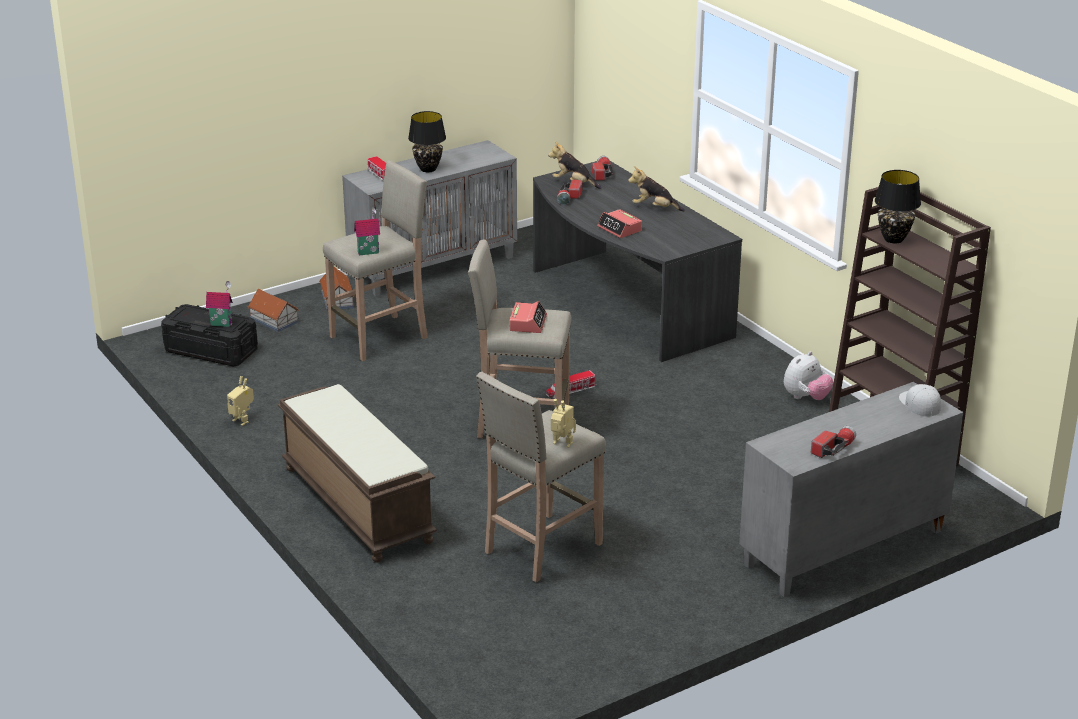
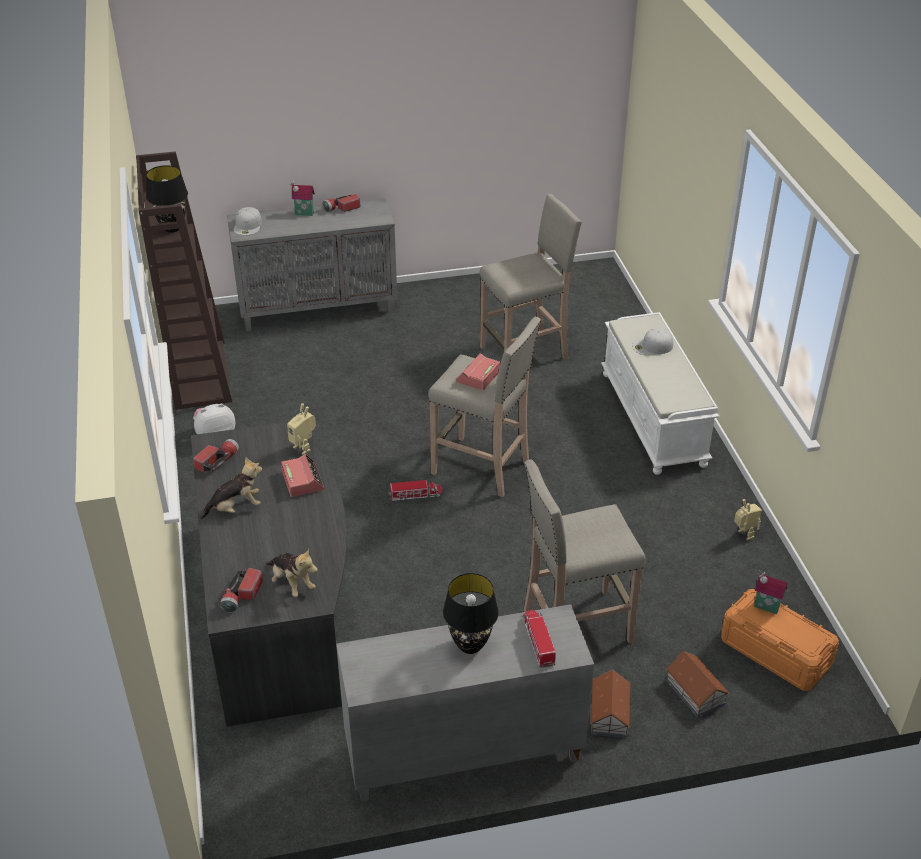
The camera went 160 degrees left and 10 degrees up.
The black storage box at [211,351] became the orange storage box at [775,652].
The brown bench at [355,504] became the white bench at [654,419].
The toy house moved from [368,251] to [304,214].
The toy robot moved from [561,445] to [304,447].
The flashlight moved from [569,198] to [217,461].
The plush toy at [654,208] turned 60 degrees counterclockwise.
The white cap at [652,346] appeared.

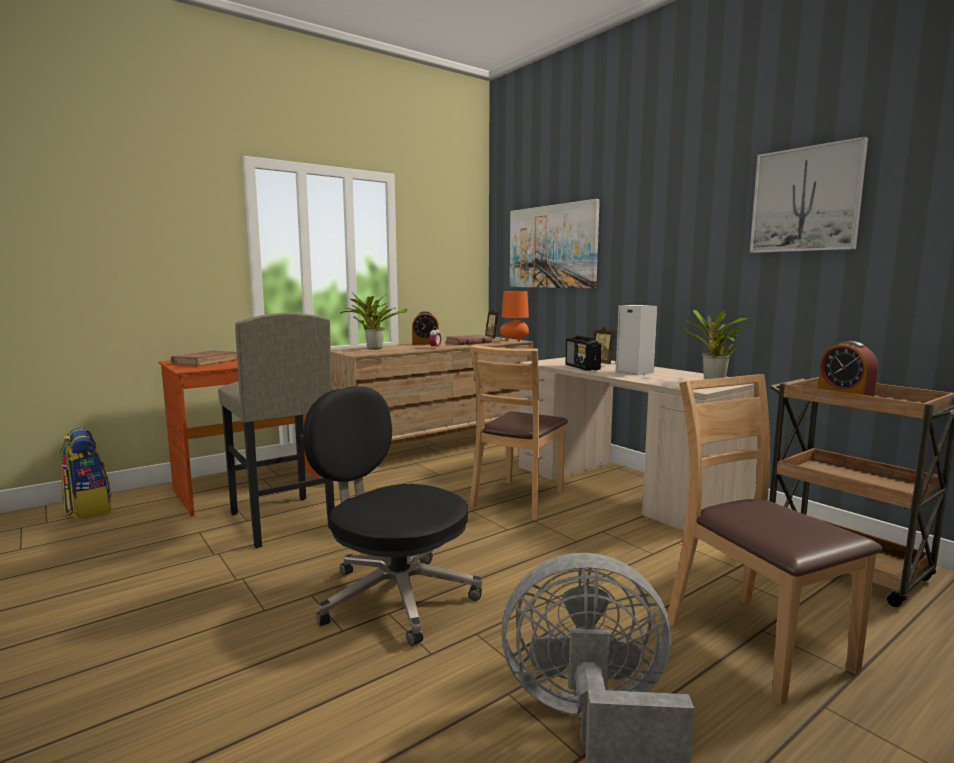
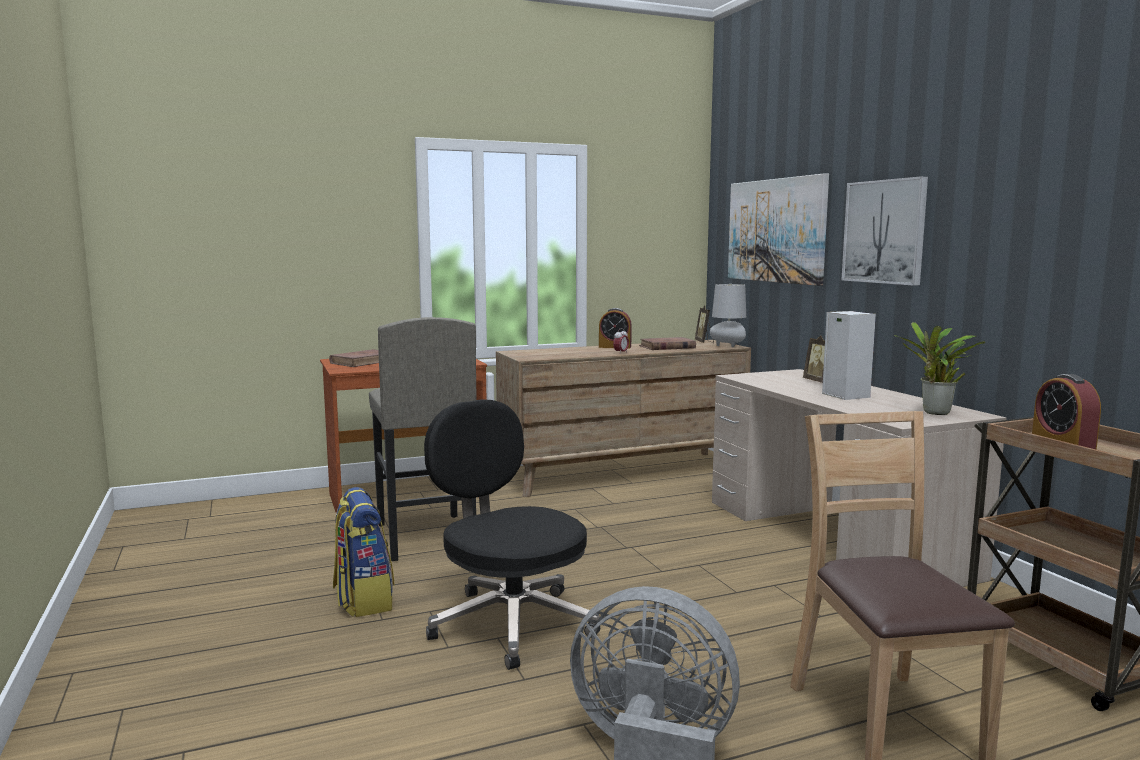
The camera went 15 degrees right and 0 degrees up.
The backpack moved from [88,509] to [363,600].
The potted plant at [373,348] disappeared.
The brown chair at [518,499] disappeared.
The orange table lamp at [514,341] became the grey table lamp at [728,346].
The radio at [582,367] disappeared.
The picture moved from [806,200] to [884,231].

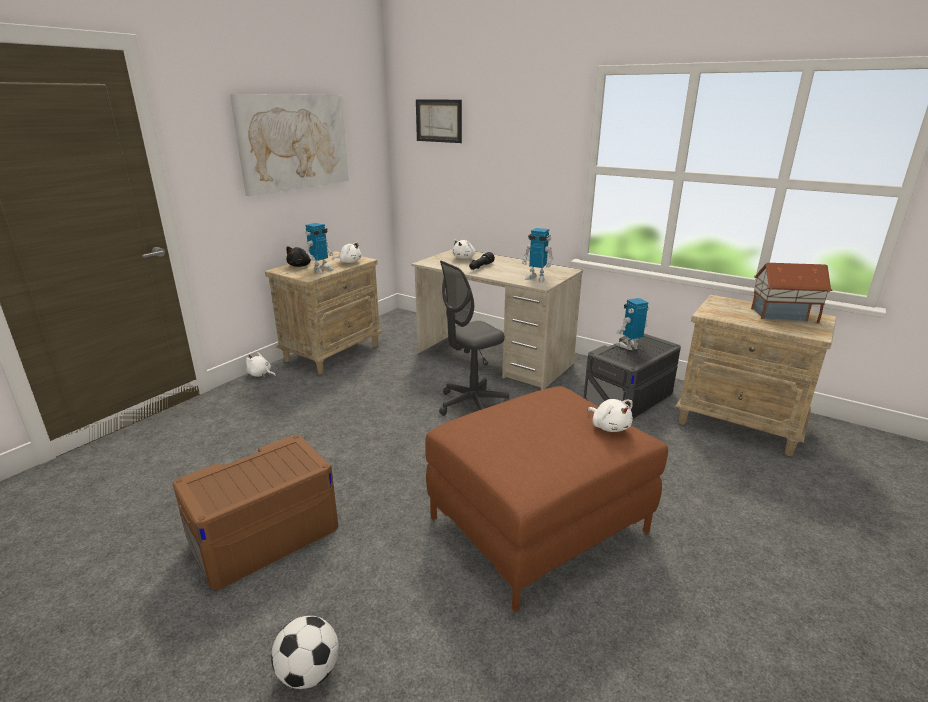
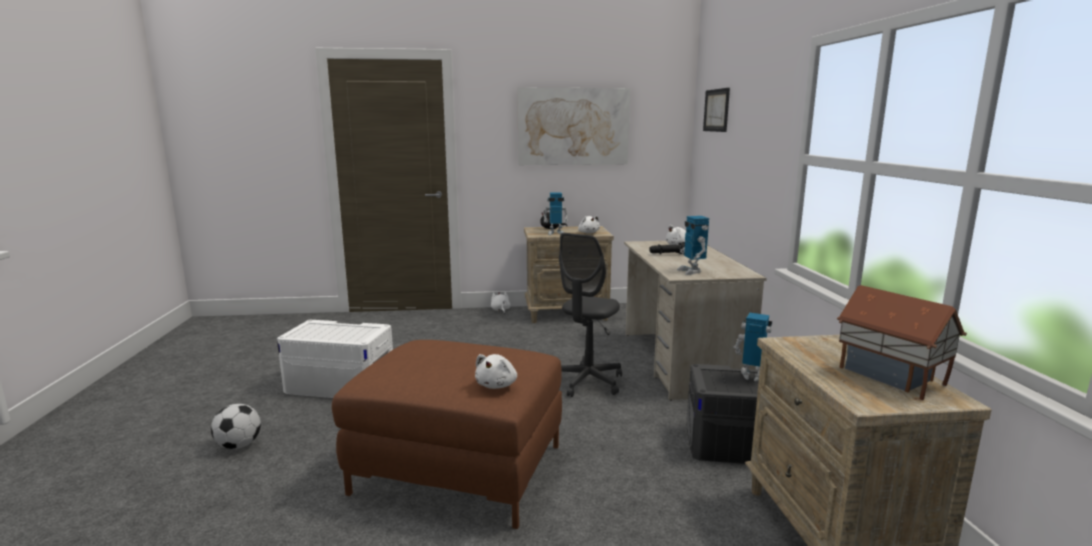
The camera went 50 degrees right and 10 degrees down.
The brown storage box at [265,536] became the white storage box at [340,384].
The grey office chair at [472,404] turned 75 degrees counterclockwise.

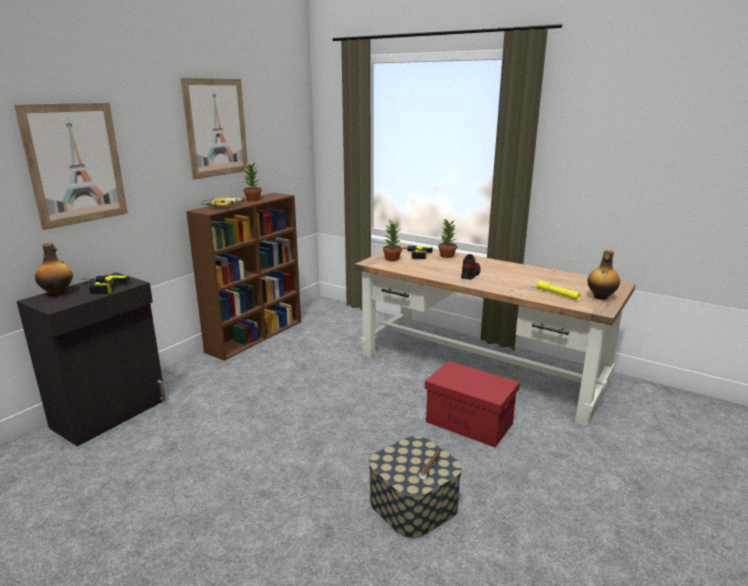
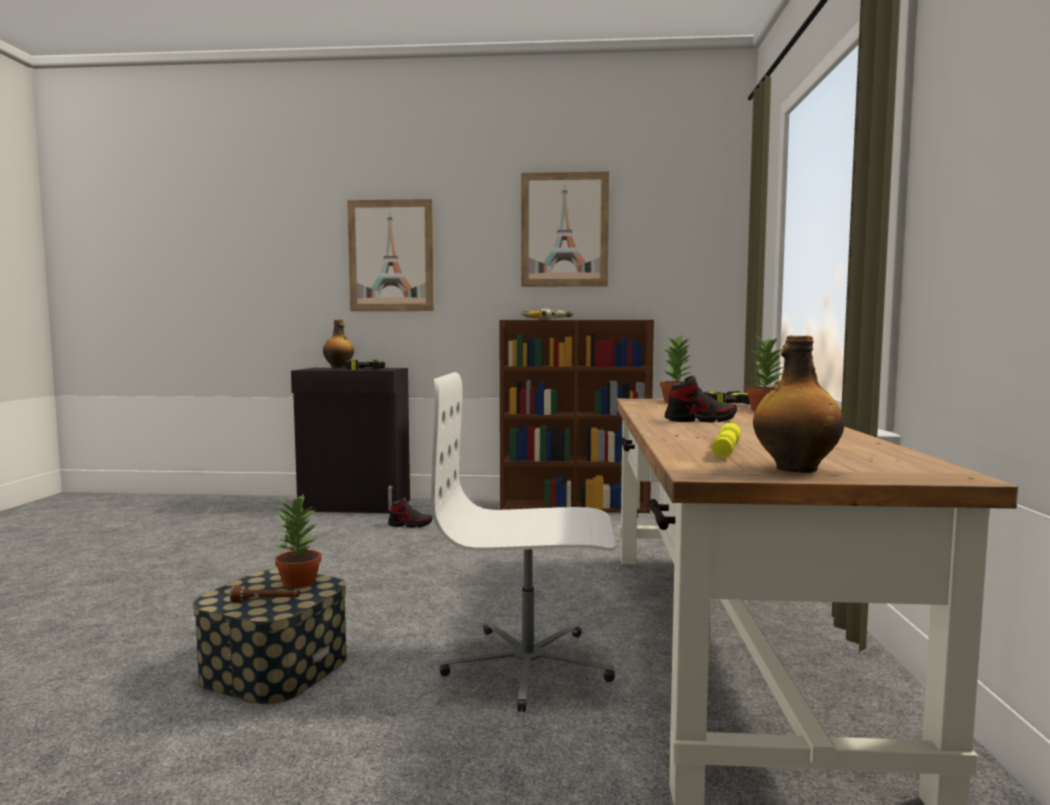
The camera went 60 degrees right and 15 degrees down.
The potted plant moved from [253,199] to [298,583].
The red storage box at [468,422] was replaced by the white office chair at [528,665].
The shoe at [410,525] appeared.

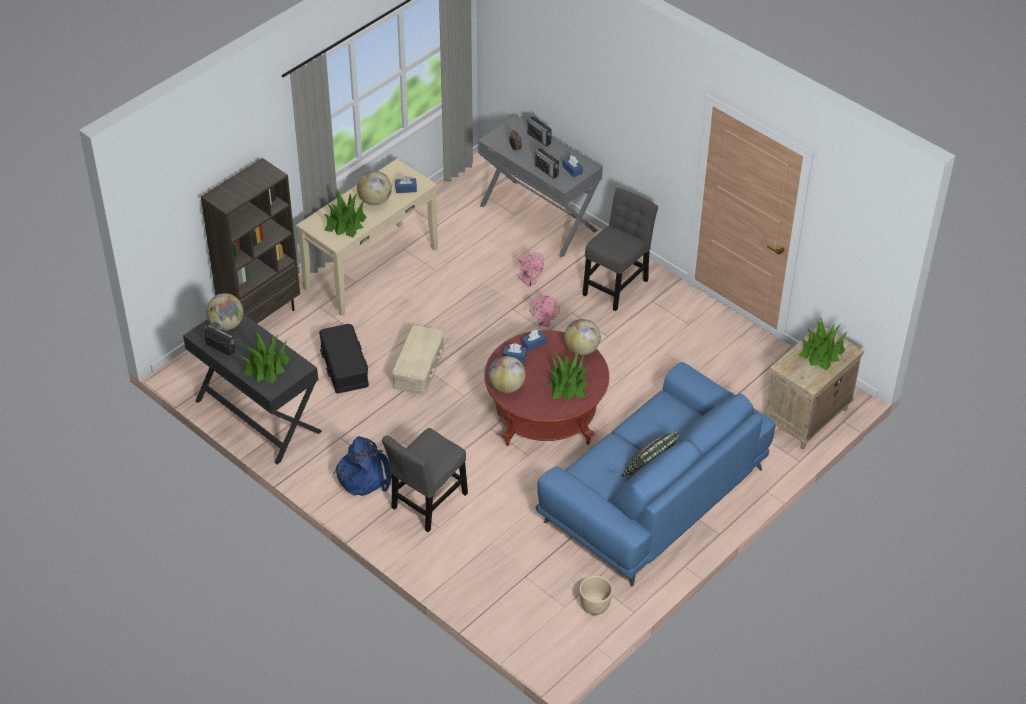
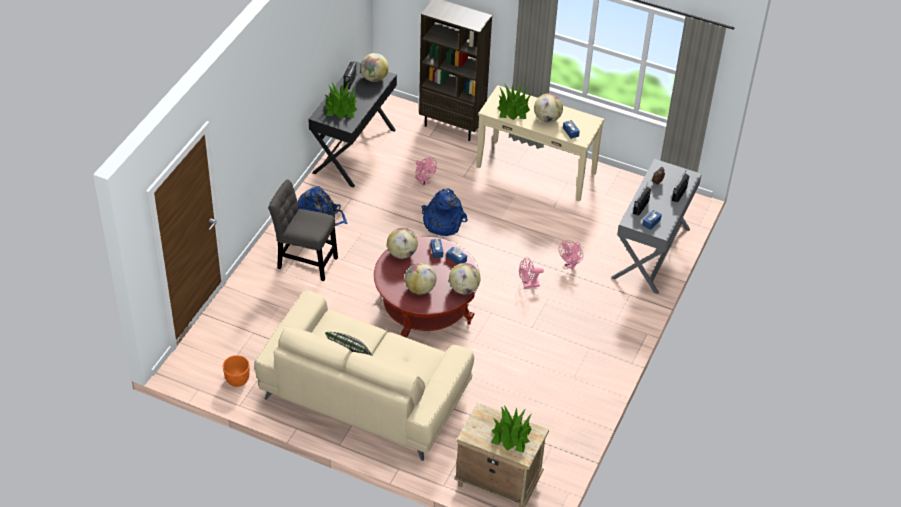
The camera went 70 degrees right and 0 degrees up.
The black storage box at [343,366] was replaced by the pink fan at [424,181].
The beige storage box at [418,367] was replaced by the blue backpack at [442,222].
The blue sofa at [653,495] became the beige sofa at [365,393].
The potted plant at [567,384] was replaced by the globe at [420,289].
The beige planter at [595,606] became the orange planter at [237,380].
The grey chair at [617,285] disappeared.

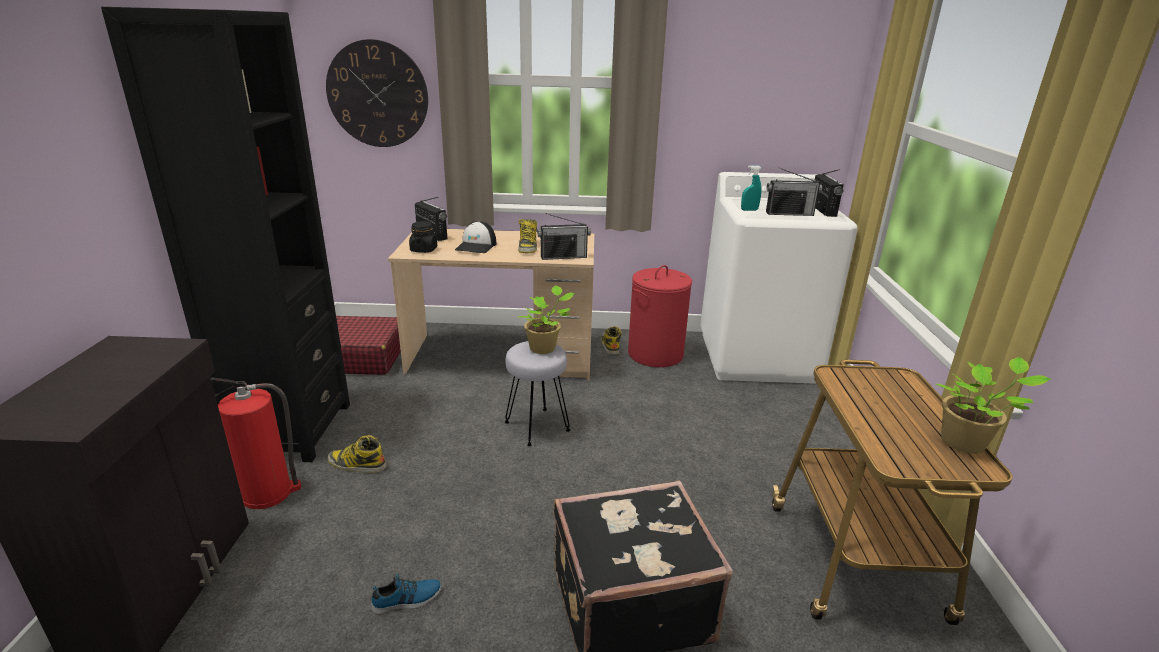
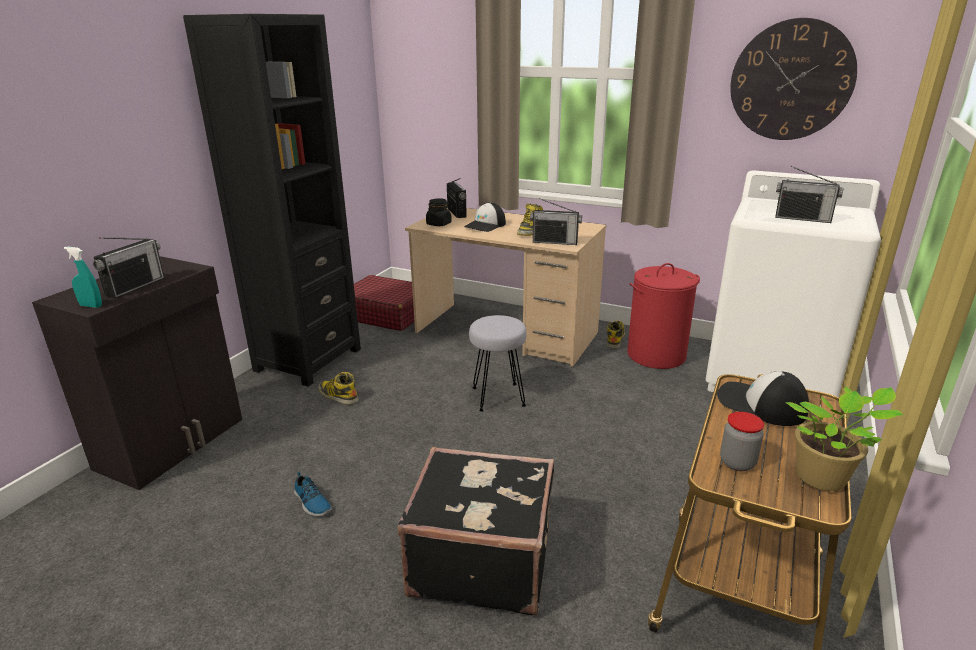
The camera went 25 degrees right and 0 degrees up.
The fire extinguisher at [269,493] disappeared.
The wall clock moved from [377,94] to [791,80].
The shoe at [407,600] turned 45 degrees clockwise.
The potted plant at [544,348] disappeared.
The turquoise spray bottle moved from [749,210] to [91,306].
The radio moved from [823,210] to [135,286].
The cap at [760,404] appeared.
The jar at [737,463] appeared.

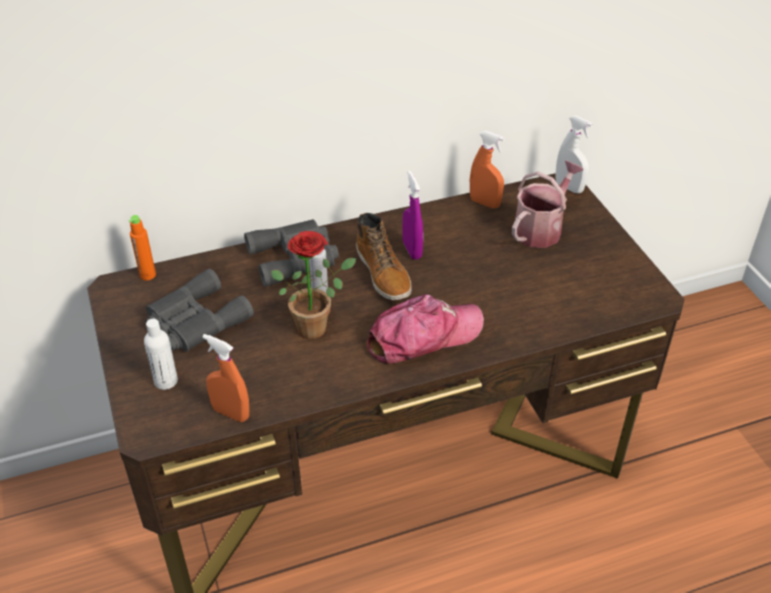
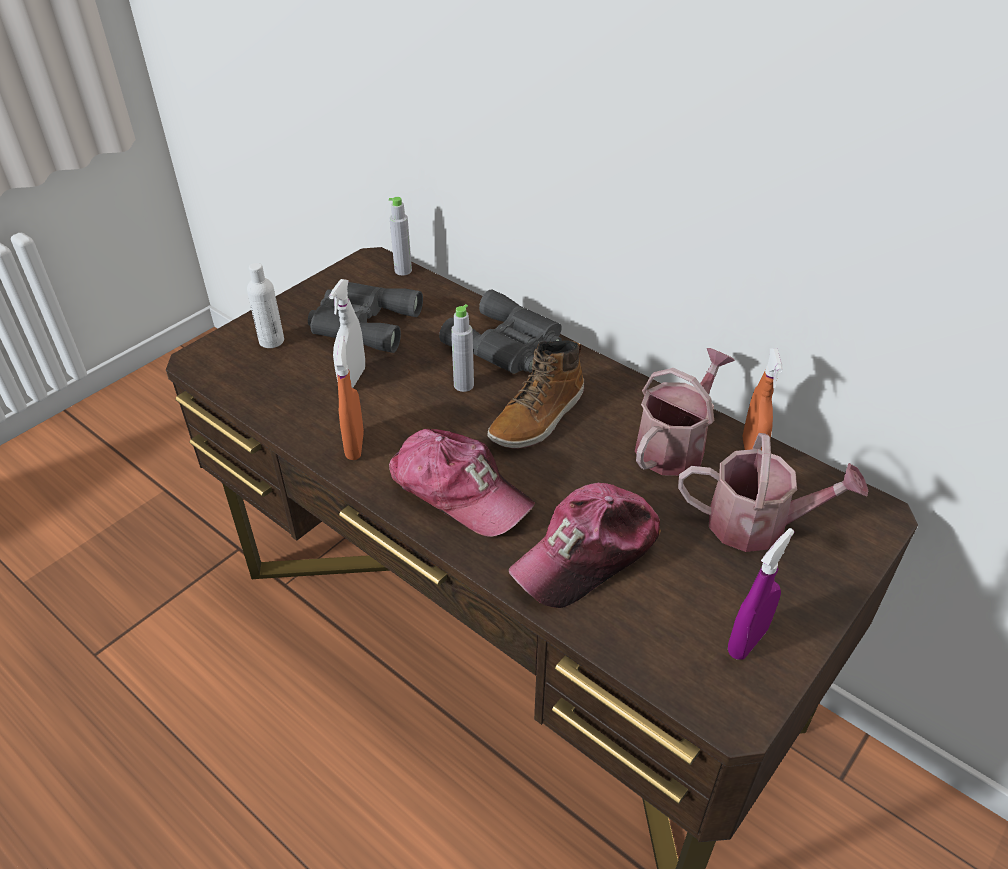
The camera went 60 degrees right and 0 degrees up.
The orange bottle at [147,275] became the grey bottle at [403,270].
The orange spray bottle moved from [231,413] to [355,445].
The potted plant at [317,326] disappeared.
The purple spray bottle moved from [412,250] to [747,641].
The white spray bottle moved from [569,187] to [352,378].
The cap at [588,554] appeared.
The watering can at [675,445] appeared.

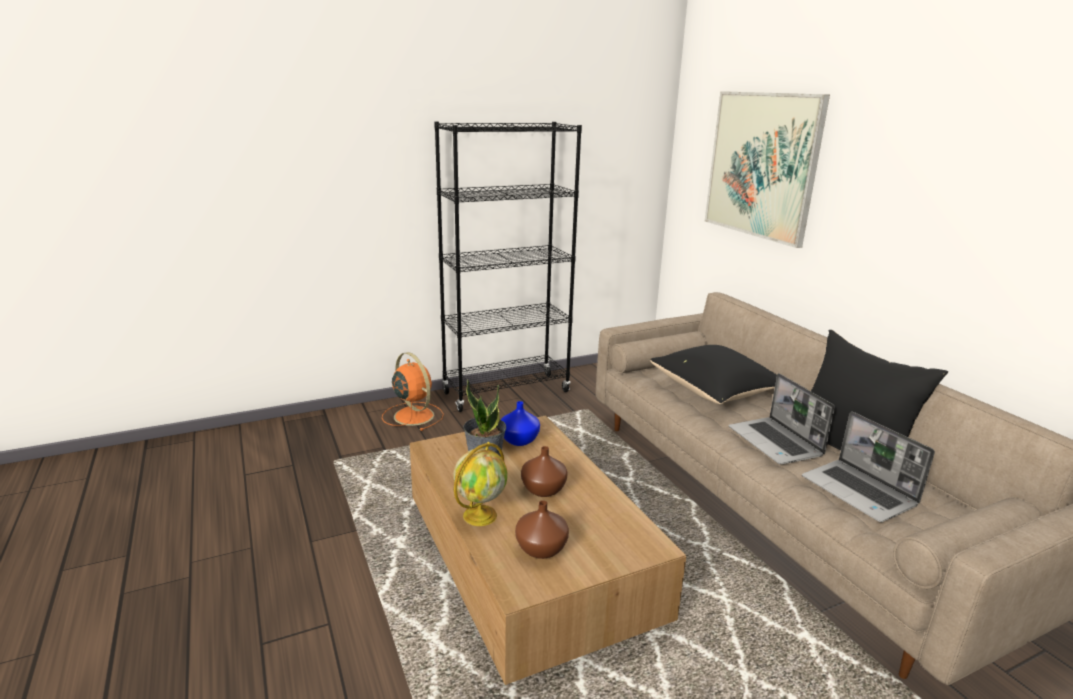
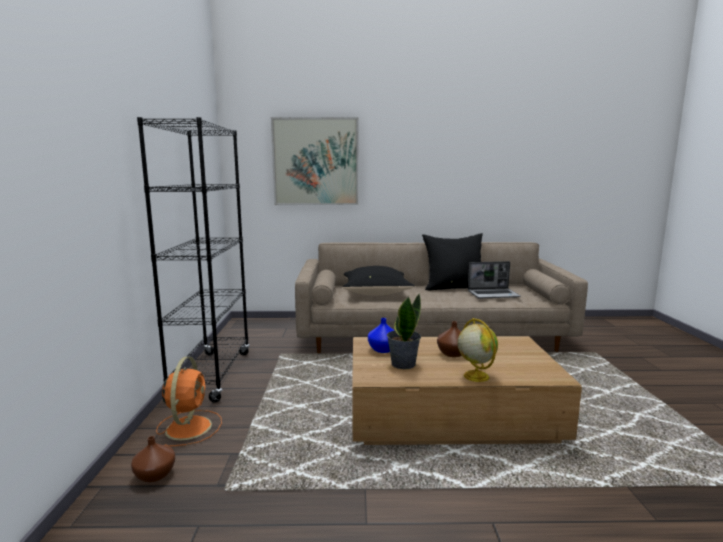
The camera went 65 degrees left and 10 degrees down.
The orange fan at [413,415] turned 105 degrees clockwise.
The brown vase moved from [540,548] to [154,475].
The laptop at [776,442] disappeared.

